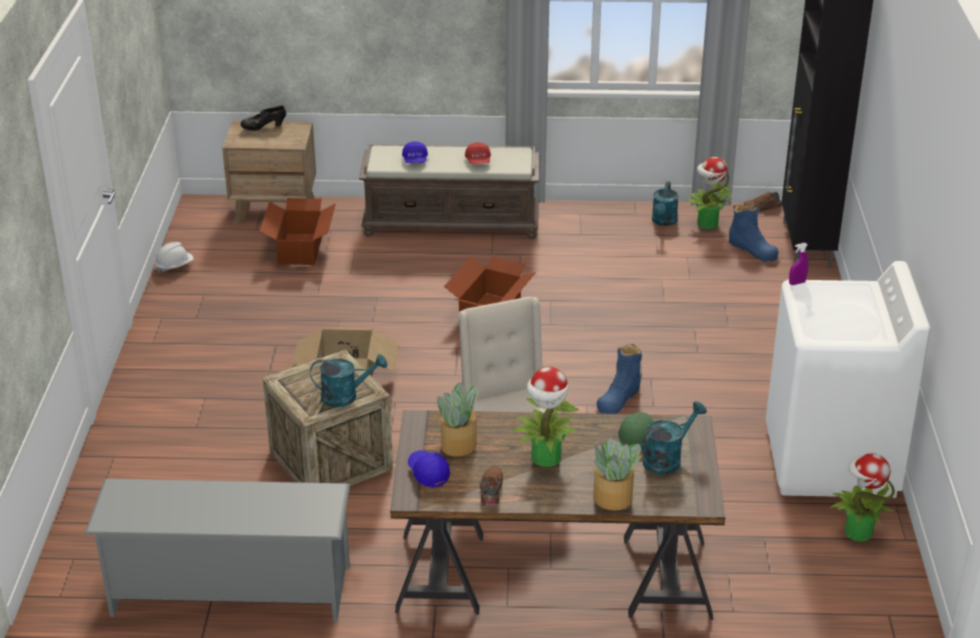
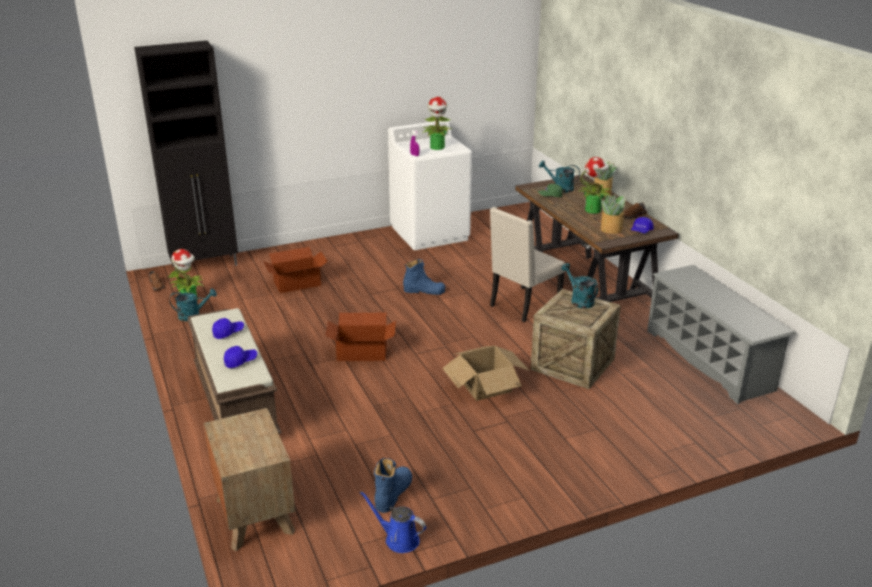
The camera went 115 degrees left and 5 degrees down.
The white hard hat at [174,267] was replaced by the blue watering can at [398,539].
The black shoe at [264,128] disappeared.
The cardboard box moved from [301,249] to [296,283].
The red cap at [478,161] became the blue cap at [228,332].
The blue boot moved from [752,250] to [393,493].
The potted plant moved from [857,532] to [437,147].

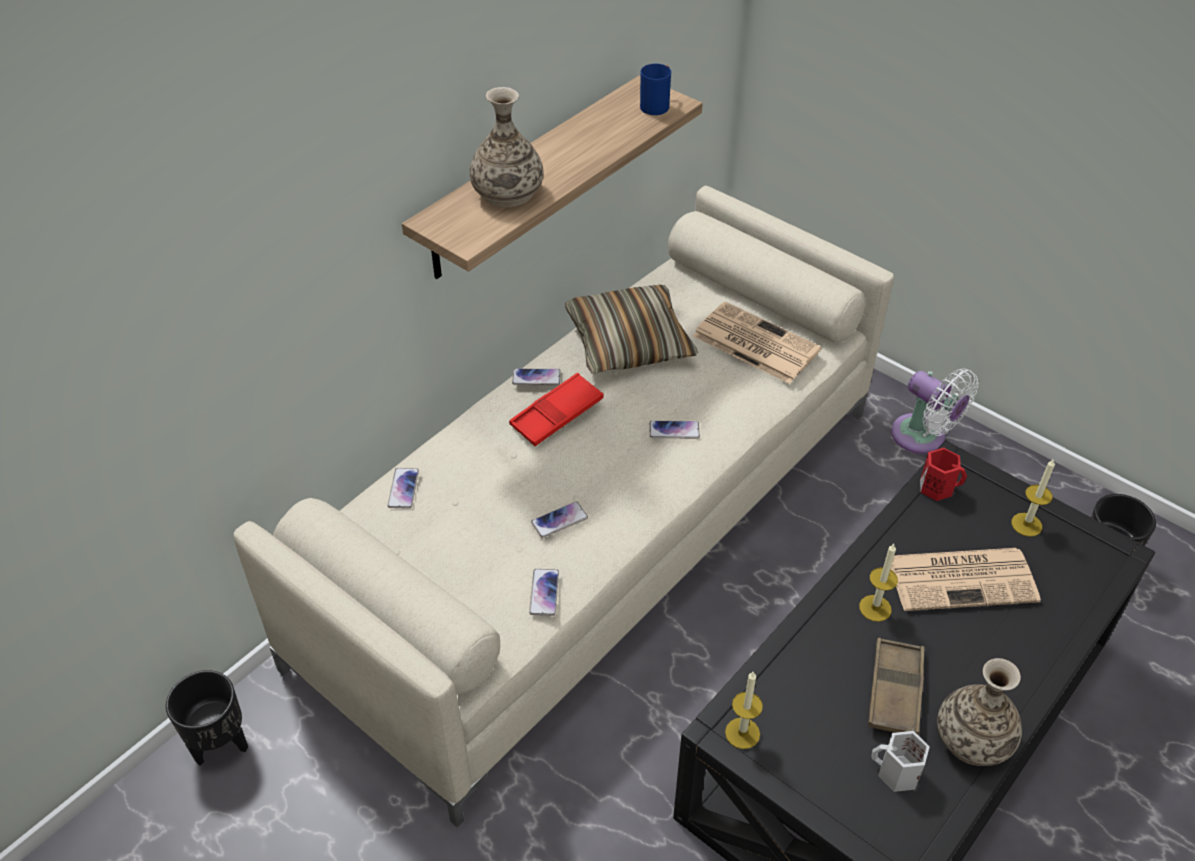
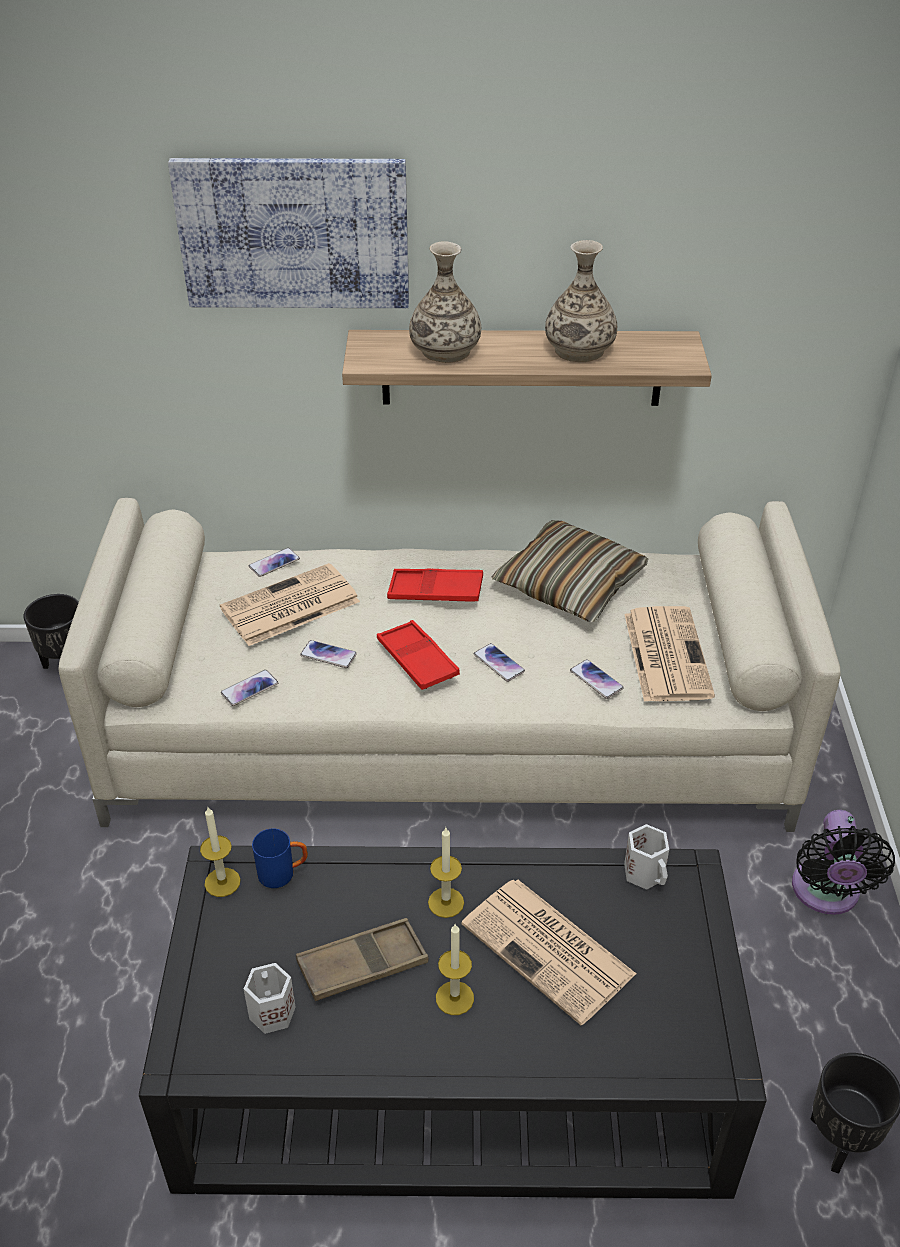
The camera went 50 degrees right and 5 degrees down.
The phone moved from [536,377] to [596,680].
The blue mug moved from [657,105] to [283,873].
The white fan at [923,438] became the black fan at [826,894].
The red mug at [937,487] became the white mug at [646,873].
The vase moved from [972,740] to [579,350].
The candle moved from [1026,524] to [454,998].
The picture at [294,233] appeared.
The newspaper at [289,606] appeared.
The red tray at [417,660] appeared.

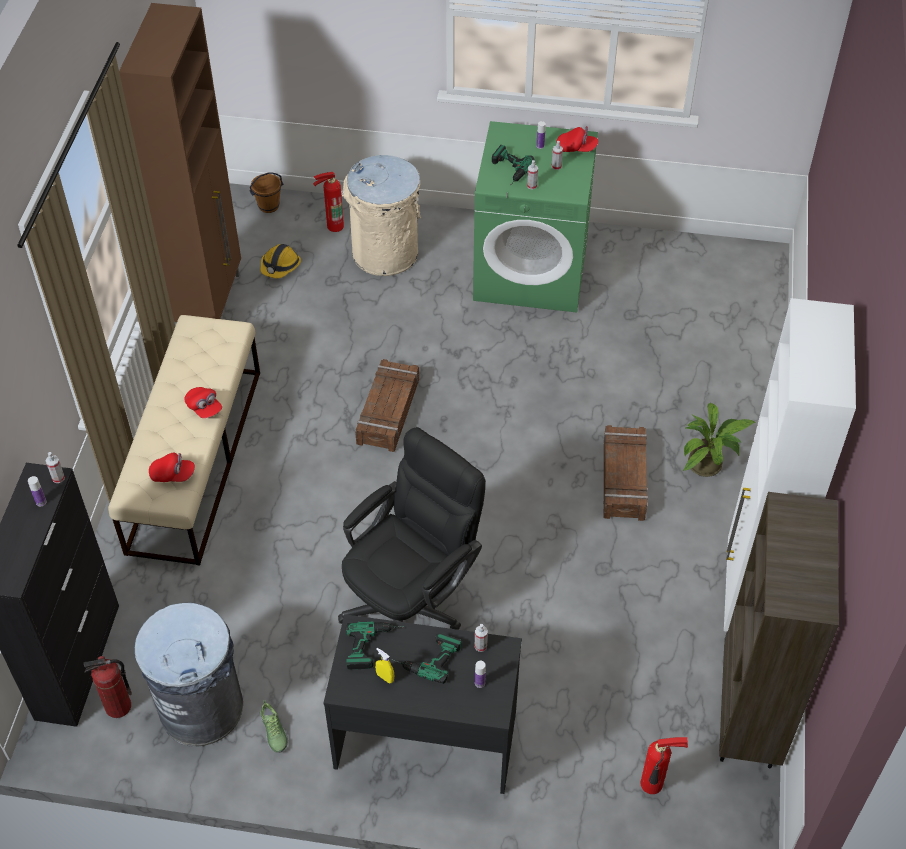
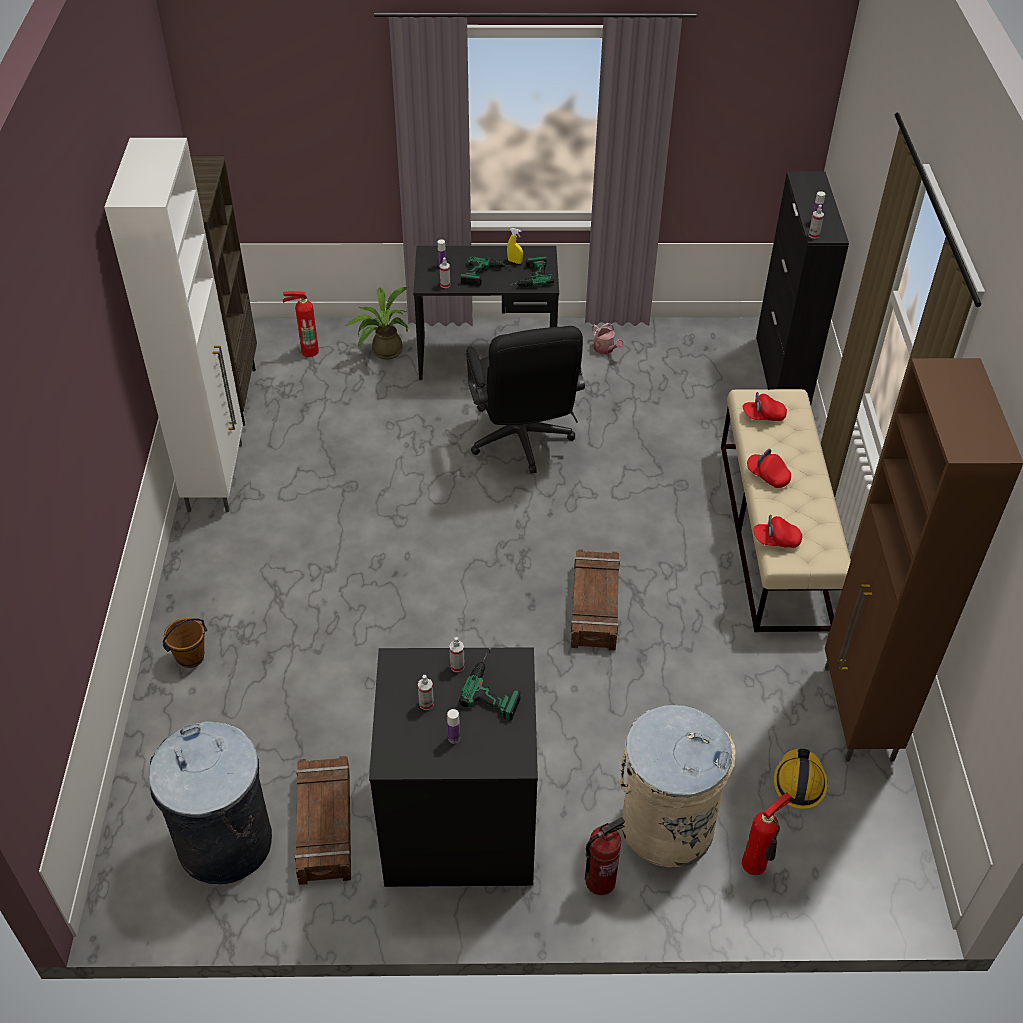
The camera went 170 degrees right and 5 degrees down.
The fire extinguisher moved from [118,707] to [600,881].
The grey trash can moved from [202,707] to [224,843].
The brown bucket moved from [268,206] to [191,658].
The shoe at [273,732] was replaced by the watering can at [605,349].
The black office chair at [412,600] turned 45 degrees counterclockwise.
The green washing machine at [531,271] became the black washing machine at [458,824].
The red cap moved from [576,148] to [776,540].
The crate moved from [624,479] to [324,826].
The potted plant moved from [709,465] to [383,351].

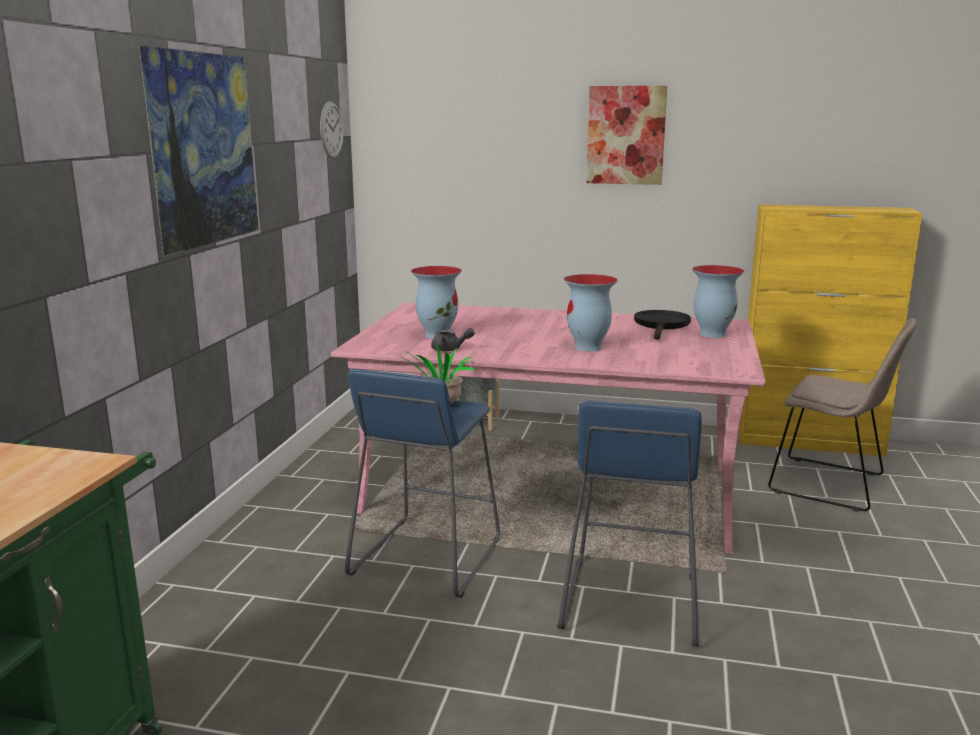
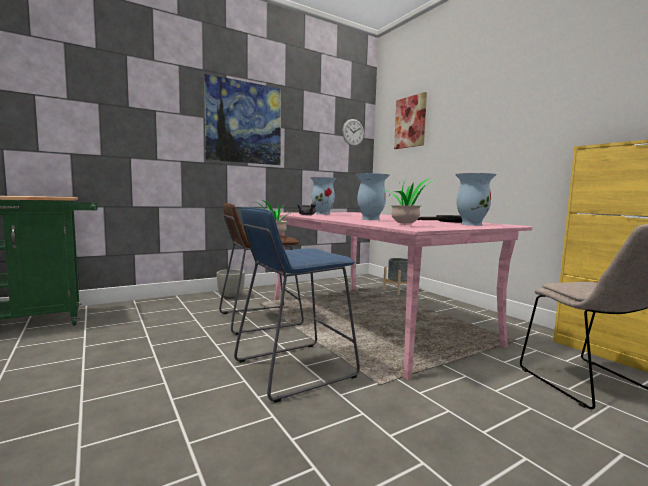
The camera went 45 degrees right and 10 degrees down.
The blue stool at [426,558] became the brown stool at [259,319].
The picture moved from [626,135] to [410,122].
The grey planter at [231,296] appeared.
The potted plant at [407,225] appeared.

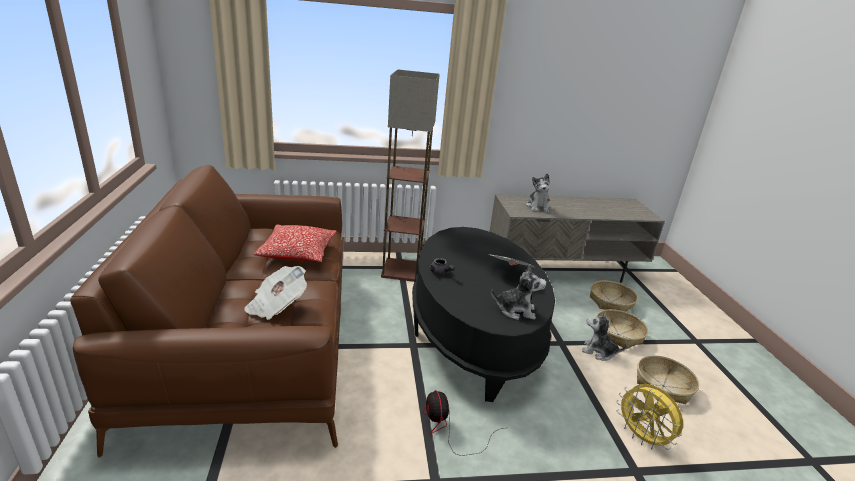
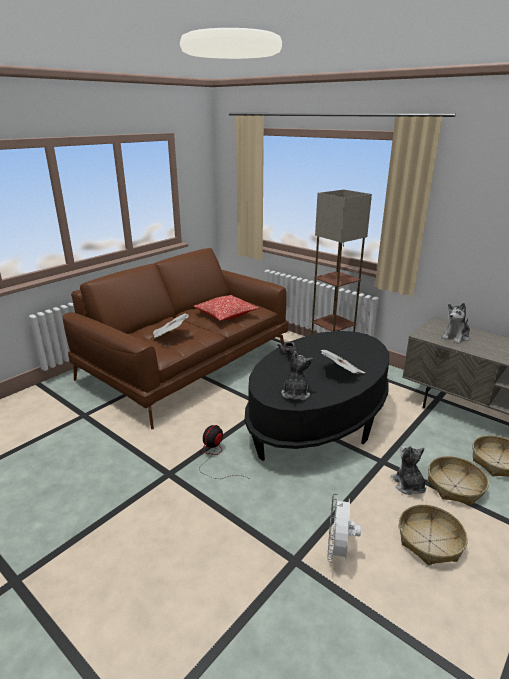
The camera went 50 degrees right and 0 degrees up.
The plush toy at [515,310] turned 135 degrees counterclockwise.
The yellow fan at [642,438] became the white fan at [338,551].

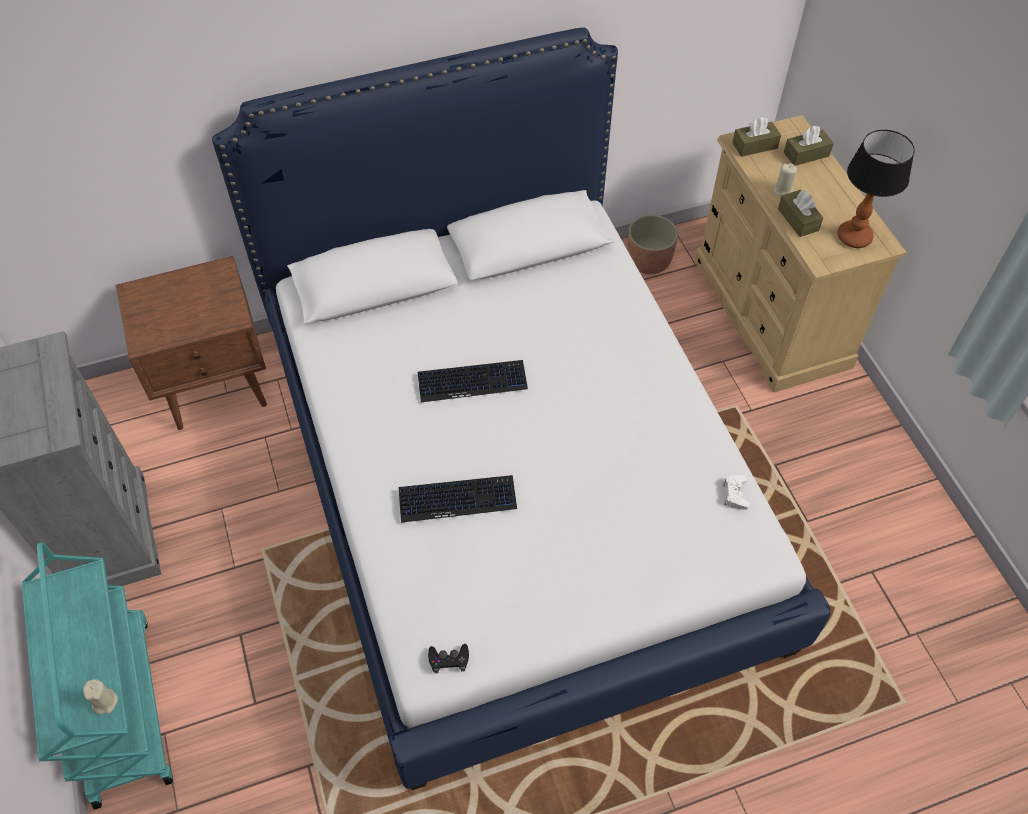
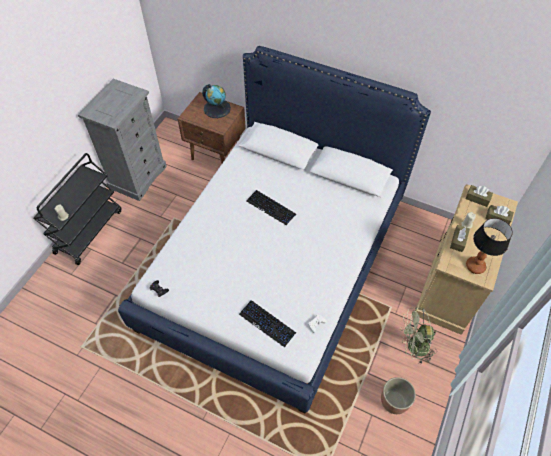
The camera went 45 degrees right and 0 degrees up.
The turquoise cart at [120,707] became the black cart at [89,231].
The keyboard moved from [457,499] to [267,323].
The planter moved from [649,261] to [394,401].
The globe at [217,108] appeared.
The green fan at [413,347] appeared.

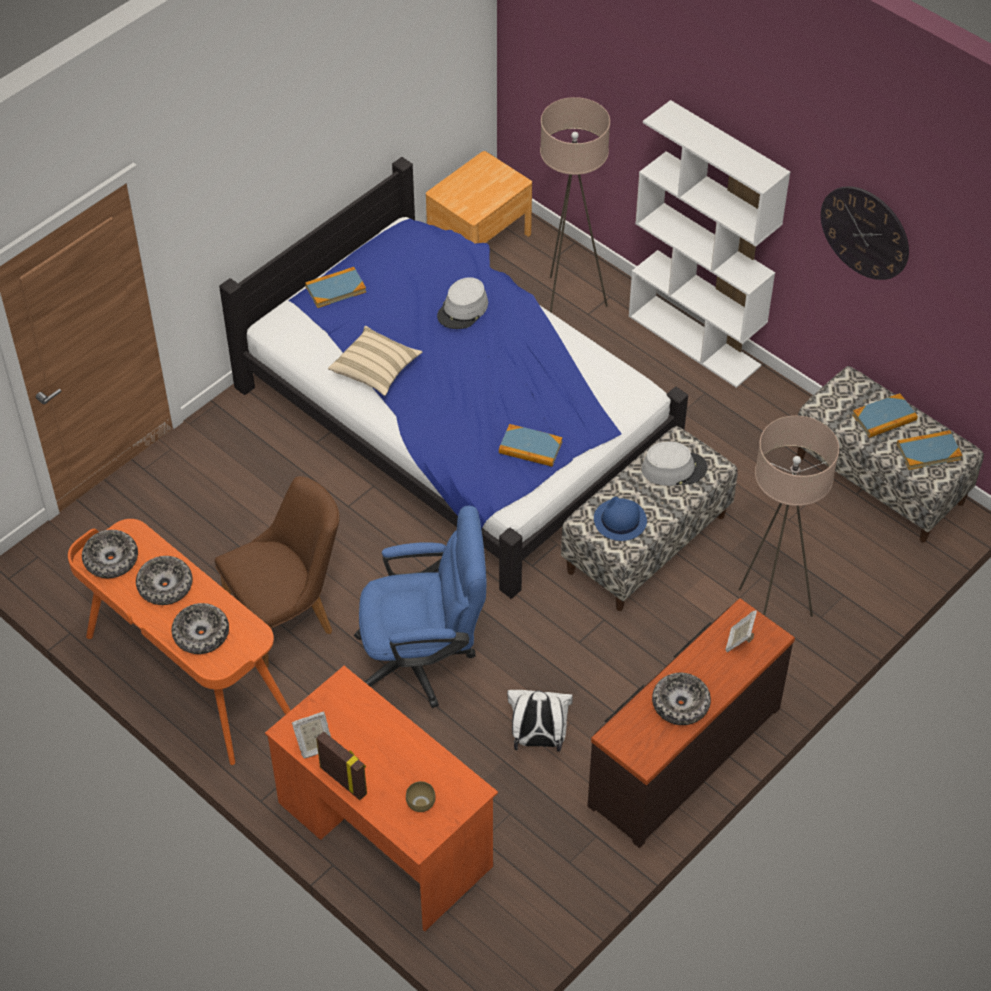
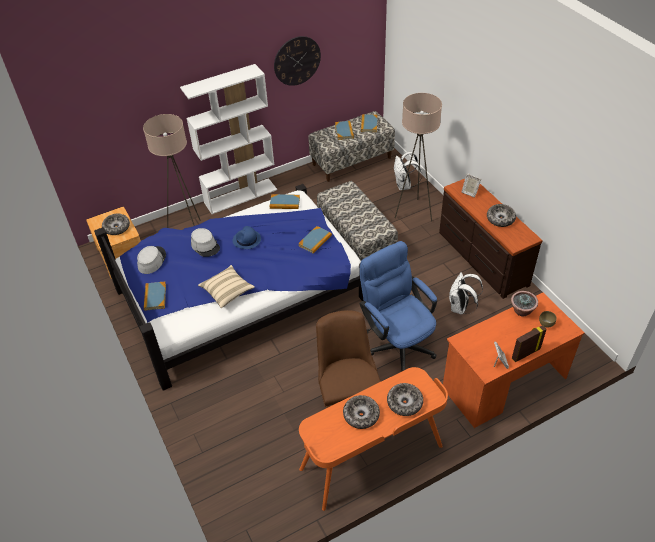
The camera went 70 degrees left and 5 degrees down.
The bowl moved from [111,559] to [116,227].
The blue office chair at [424,660] turned 45 degrees counterclockwise.
The blue hat moved from [619,520] to [247,240].
The grey hat moved from [674,468] to [151,260].
The book at [285,203] appeared.
The white backpack at [404,186] appeared.
The potted plant at [521,311] appeared.

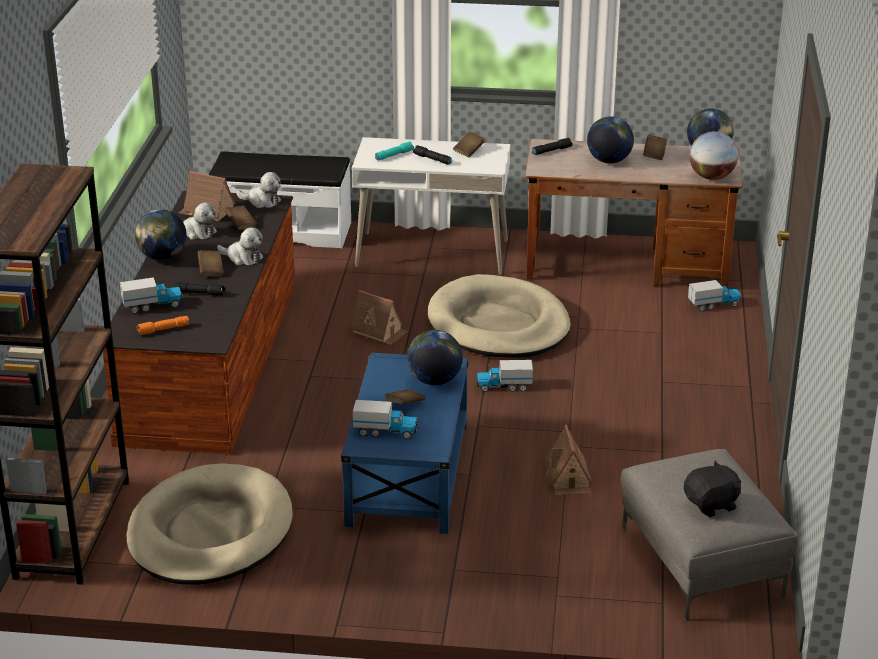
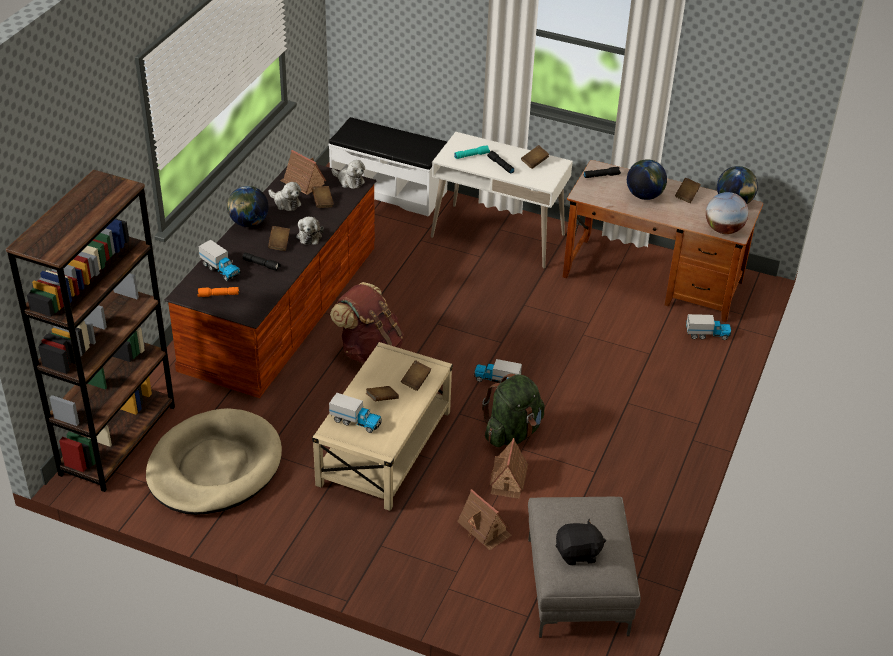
The camera went 15 degrees right and 10 degrees up.
The toy truck at [153,306] turned 45 degrees clockwise.
The plush toy at [243,258] turned 45 degrees clockwise.
The blue coffee table at [408,474] became the beige coffee table at [384,448].
The toy house moved from [379,331] to [484,529].
The globe at [435,381] was replaced by the brown book at [416,381].
The beige dog bed at [499,324] disappeared.
The brown backpack at [369,350] appeared.
The green backpack at [512,433] appeared.

